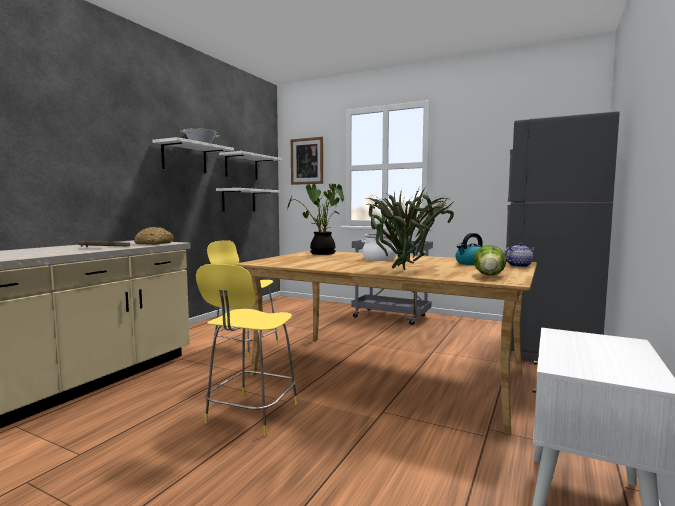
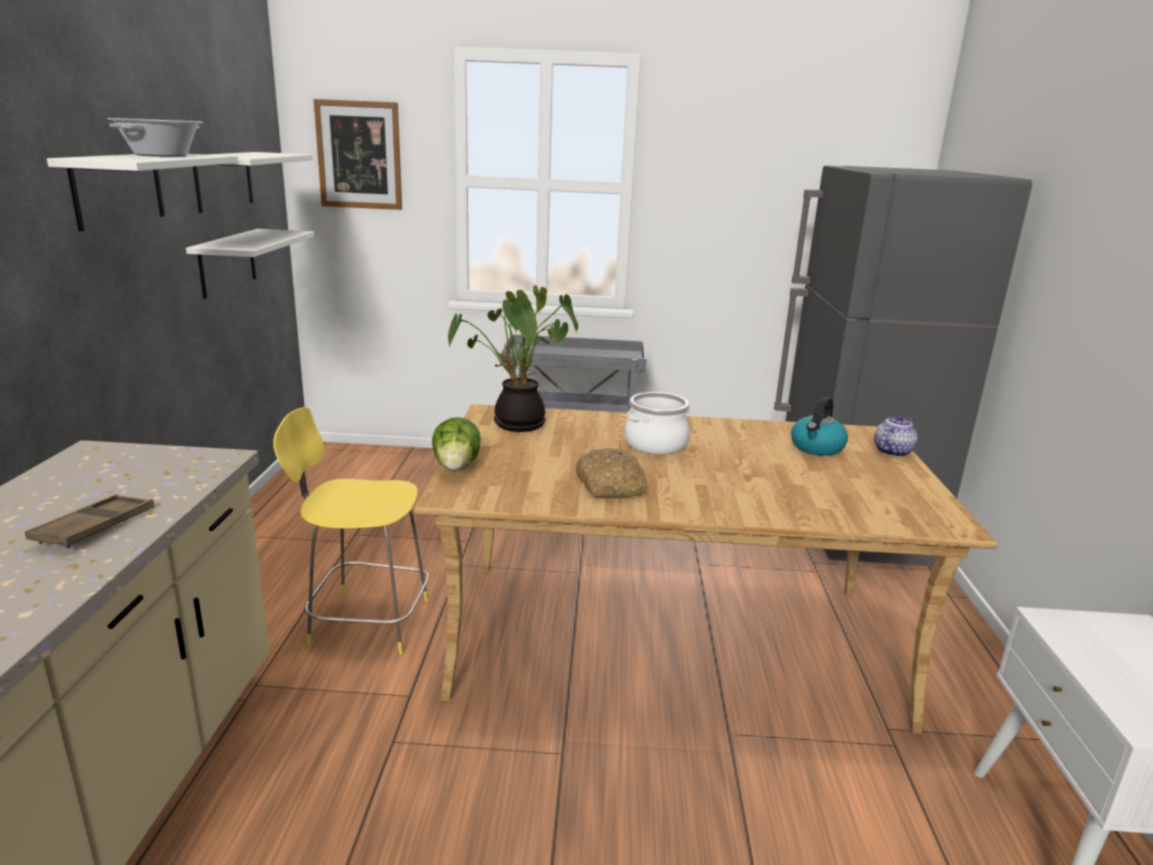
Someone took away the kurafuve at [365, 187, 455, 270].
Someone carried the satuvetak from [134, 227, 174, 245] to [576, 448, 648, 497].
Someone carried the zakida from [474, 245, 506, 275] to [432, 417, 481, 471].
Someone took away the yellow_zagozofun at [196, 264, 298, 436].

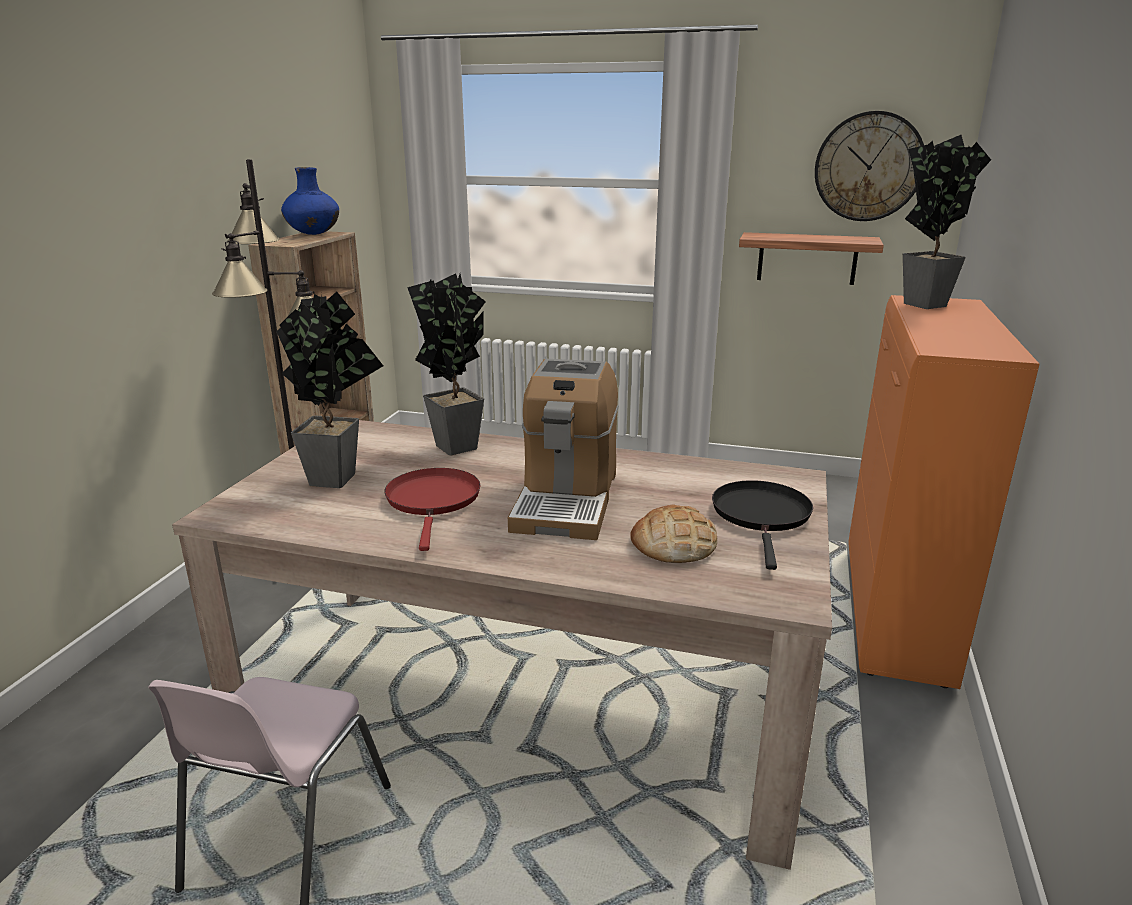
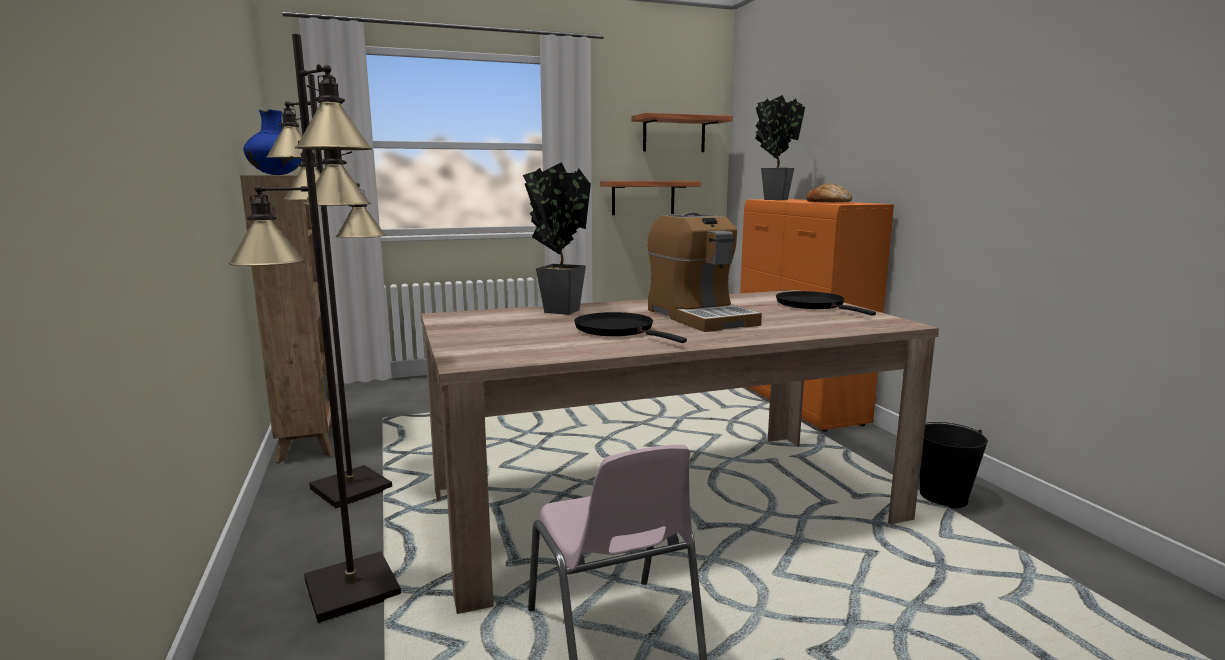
Someone swapped the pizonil at [815, 111, 924, 221] for the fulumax at [632, 113, 733, 152].
Someone took away the kurafuve at [276, 291, 383, 488].
Someone repainted the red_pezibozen at [384, 468, 481, 551], which became the black_pezibozen at [574, 312, 687, 343].
Someone carried the satuvetak from [630, 504, 717, 563] to [806, 183, 852, 202].
Someone put down the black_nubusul at [228, 34, 401, 623].
Someone put down the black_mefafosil at [919, 422, 988, 508].

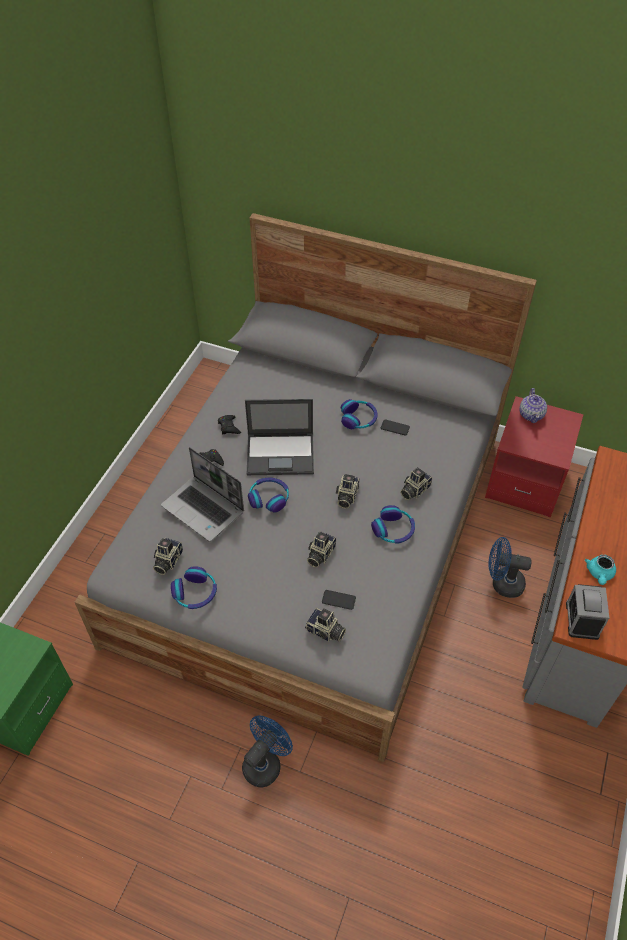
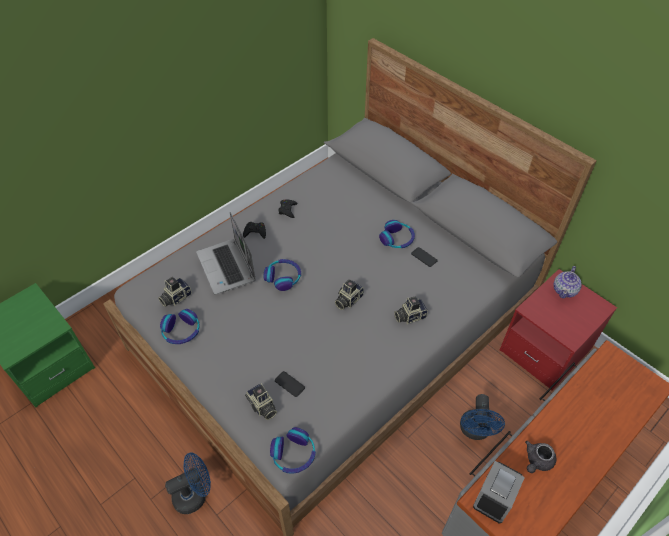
Someone took away the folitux at [245, 399, 314, 475].
Someone carried the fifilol from [371, 505, 415, 543] to [270, 427, 316, 474].
Someone took away the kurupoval at [307, 531, 336, 568].
Someone rotated the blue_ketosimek at [489, 537, 532, 598] by 120 degrees counterclockwise.
Someone repainted the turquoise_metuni at [585, 555, 616, 585], which became the grey_metuni at [525, 441, 556, 473].

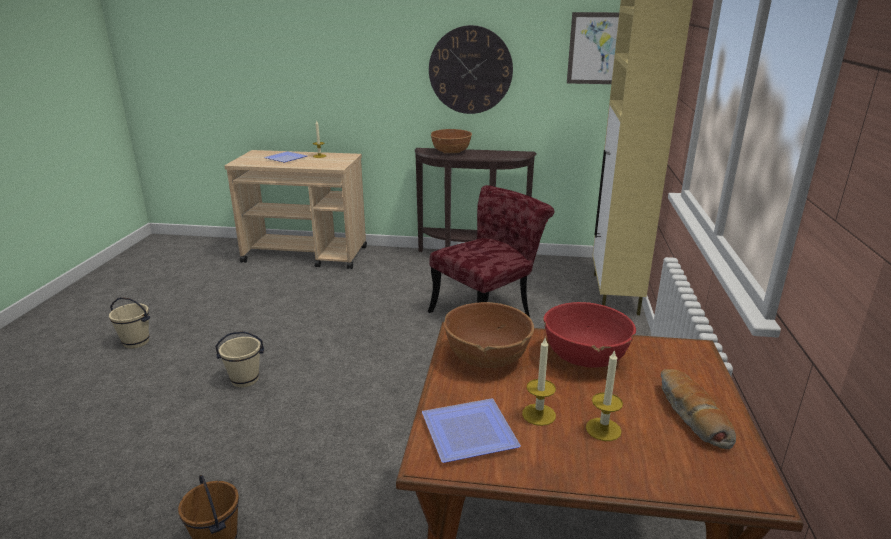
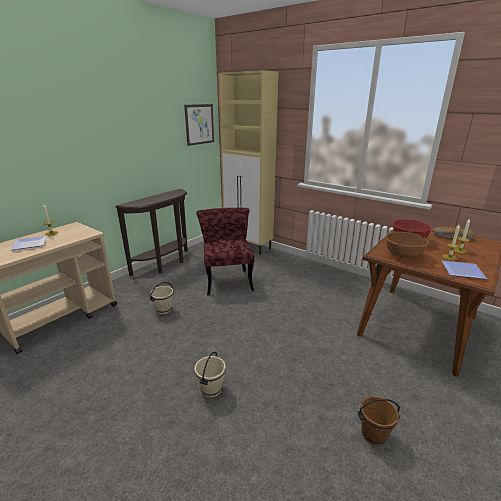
Someone took away the pizonil at [429, 25, 513, 114].
Someone took away the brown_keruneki at [431, 129, 472, 154].
Someone carried the beige_mefafosil from [109, 297, 150, 349] to [150, 282, 174, 315].

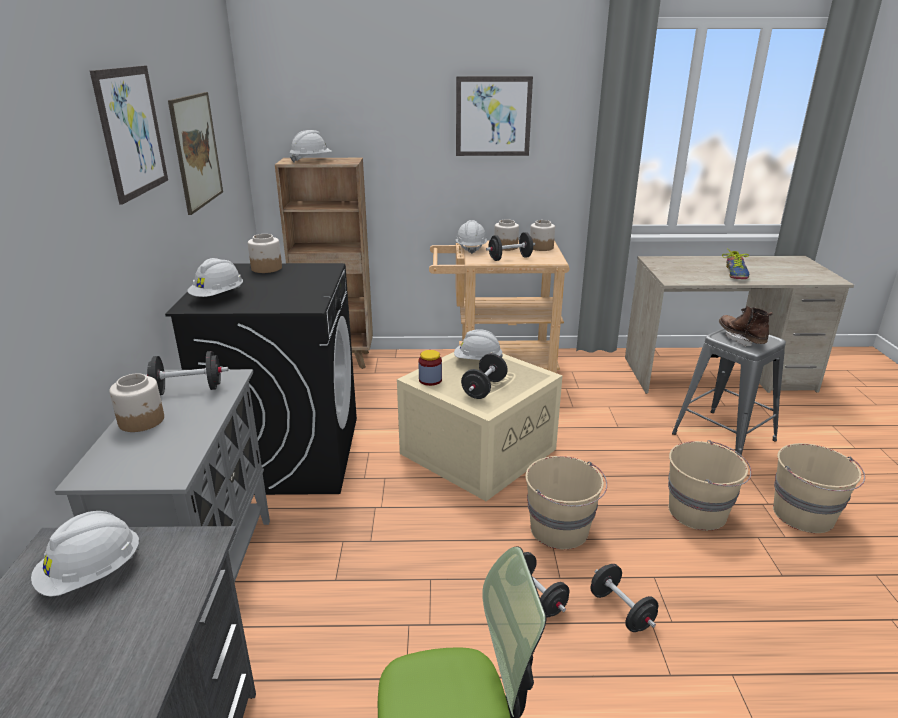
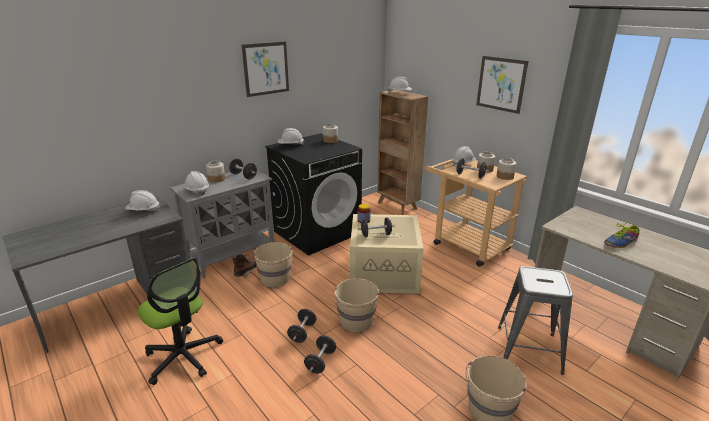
Someone took away the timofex at [168, 92, 223, 215].
Someone carried the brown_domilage from [719, 306, 773, 347] to [233, 254, 257, 278].
Someone carried the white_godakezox from [454, 329, 503, 360] to [184, 171, 209, 195].
Someone carried the beige_mefafosil from [668, 440, 751, 531] to [253, 242, 293, 288].

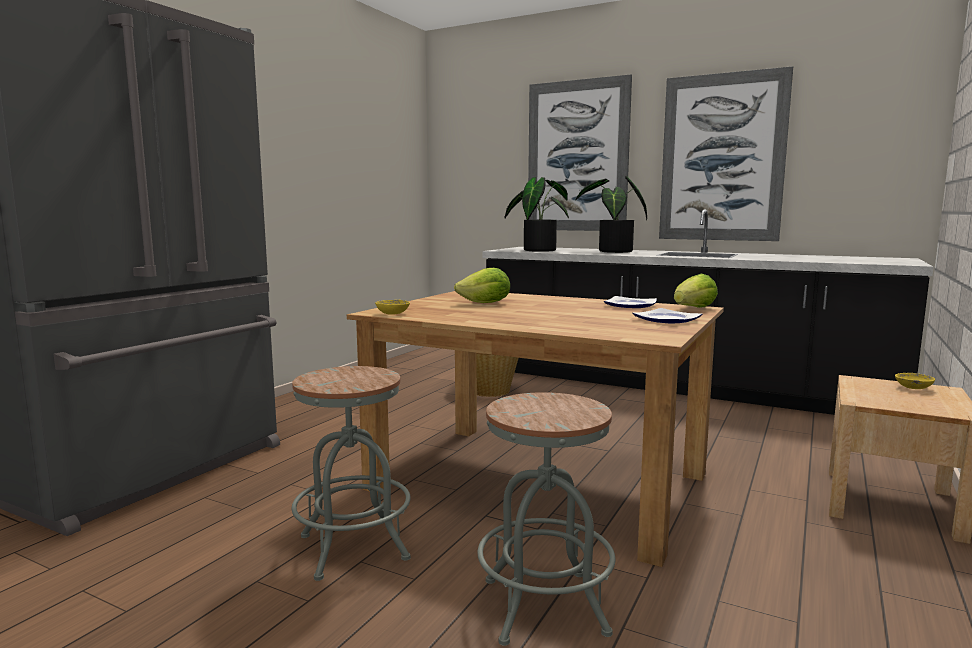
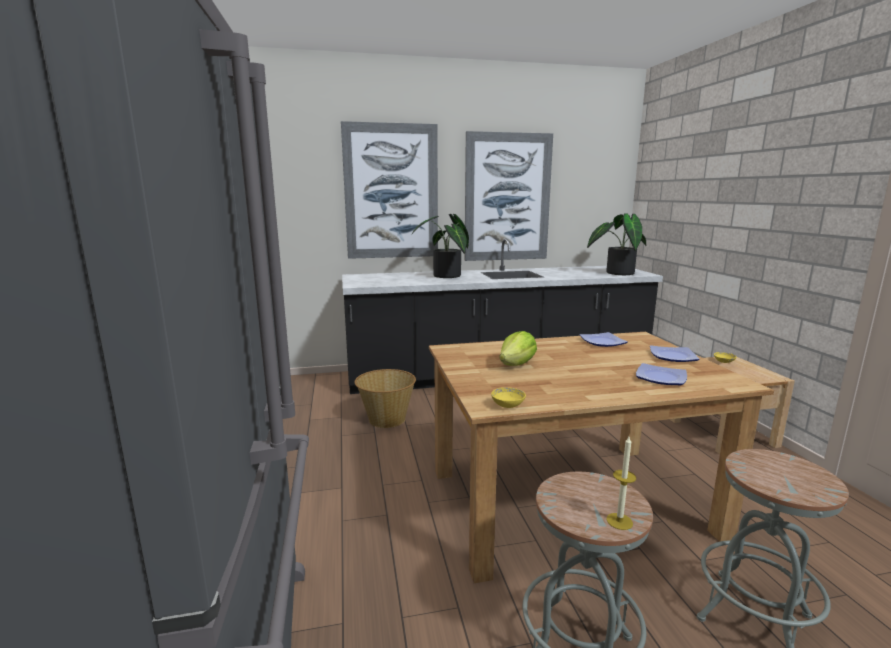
Someone carried the kurafuve from [504, 177, 569, 252] to [587, 213, 646, 275].
Someone took away the zakida at [674, 274, 718, 308].
Someone put down the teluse at [636, 363, 687, 385].
Someone put down the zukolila at [606, 437, 636, 530].

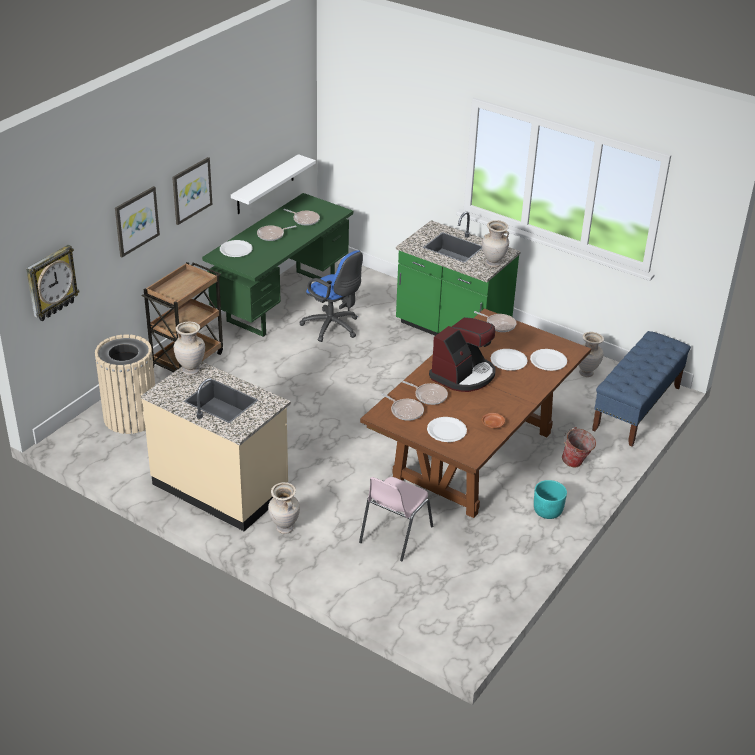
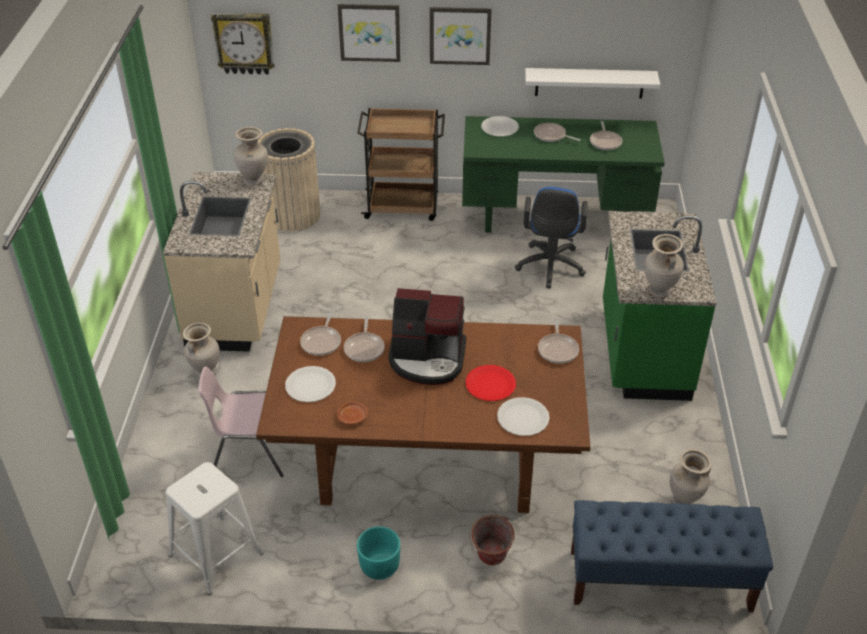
Someone repainted the white_teluse at [490, 349, 528, 371], which became the red_teluse at [466, 365, 516, 401].
Someone put down the white_zagozofun at [166, 462, 263, 595].

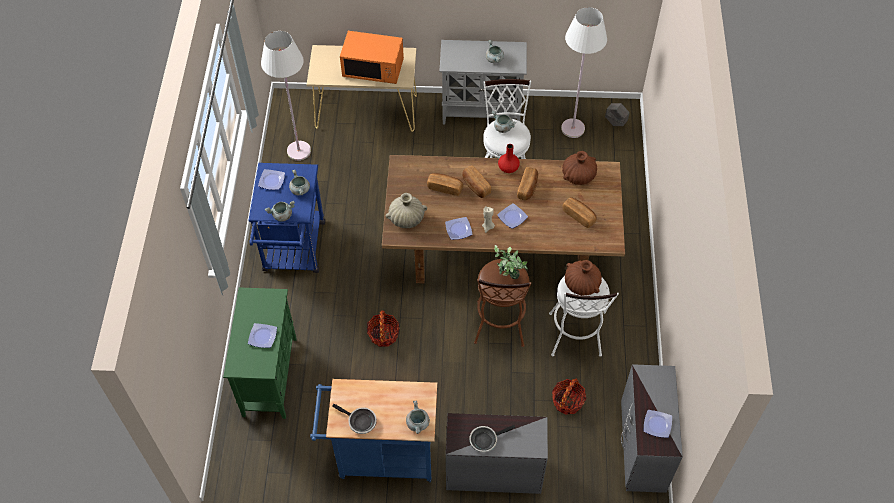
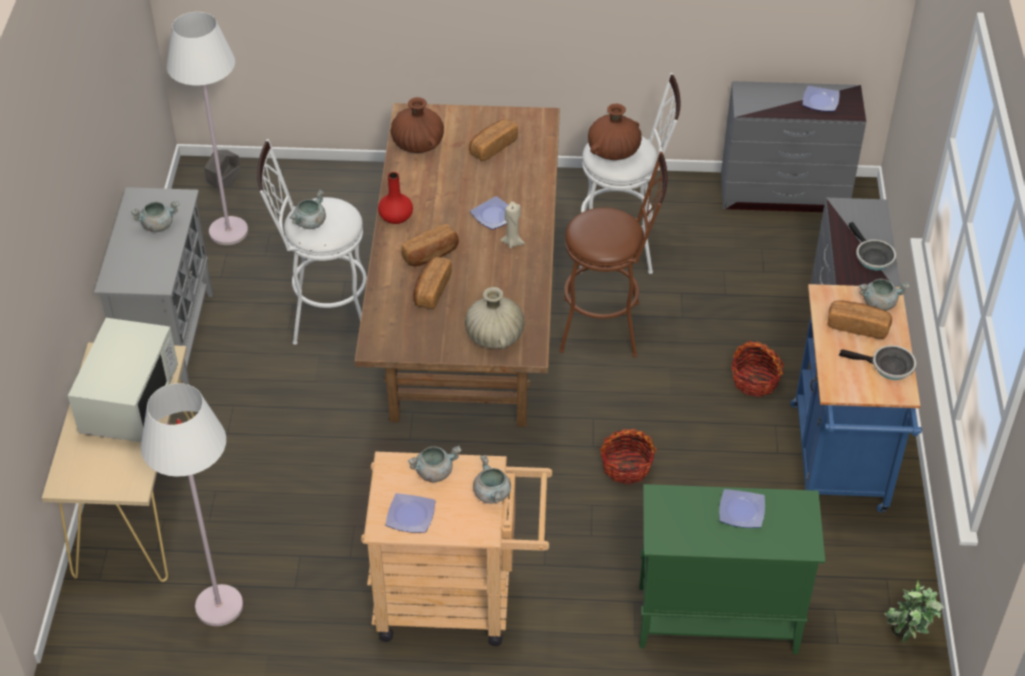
Someone repainted the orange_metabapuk at [340, 31, 404, 84], which became the white_metabapuk at [68, 318, 178, 442].
Someone repainted the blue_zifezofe at [248, 163, 325, 273], which became the beige_zifezofe at [361, 452, 552, 646].
Someone carried the satuvetak from [517, 167, 538, 200] to [828, 300, 892, 339].
Someone took away the teluse at [445, 217, 472, 240].
Someone carried the kurafuve from [494, 245, 528, 279] to [884, 580, 945, 643].
Someone carried the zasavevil from [552, 378, 586, 415] to [732, 340, 784, 397].
Someone rotated the pezibozen at [332, 404, 377, 434] by 75 degrees clockwise.

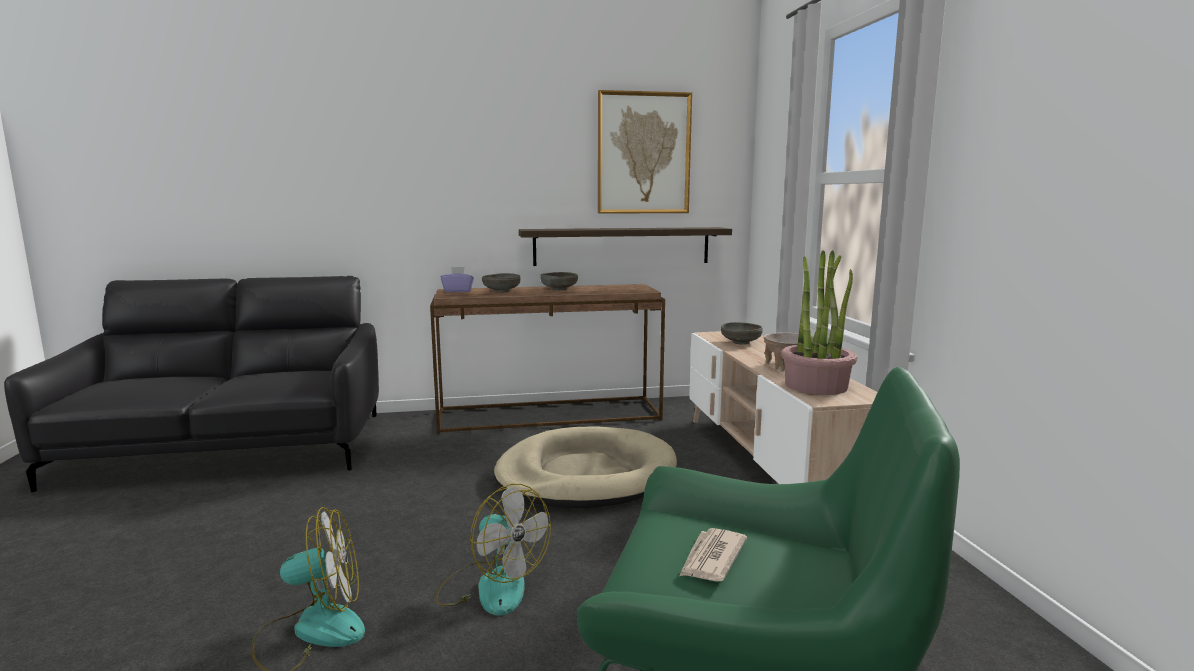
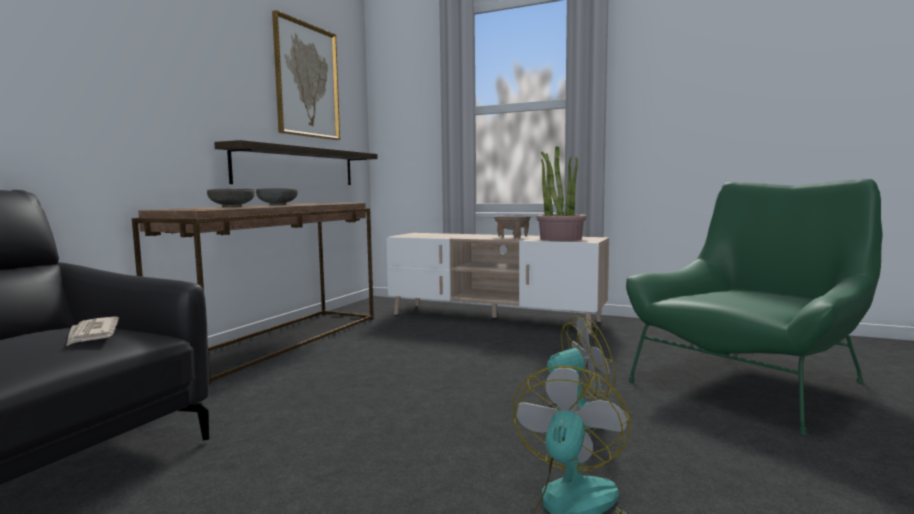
Someone took away the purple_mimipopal at [440, 267, 474, 292].
Someone took away the grey_keruneki at [721, 322, 763, 345].
Someone took away the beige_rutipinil at [494, 426, 677, 509].
Someone carried the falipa from [679, 528, 747, 582] to [67, 317, 119, 346].

